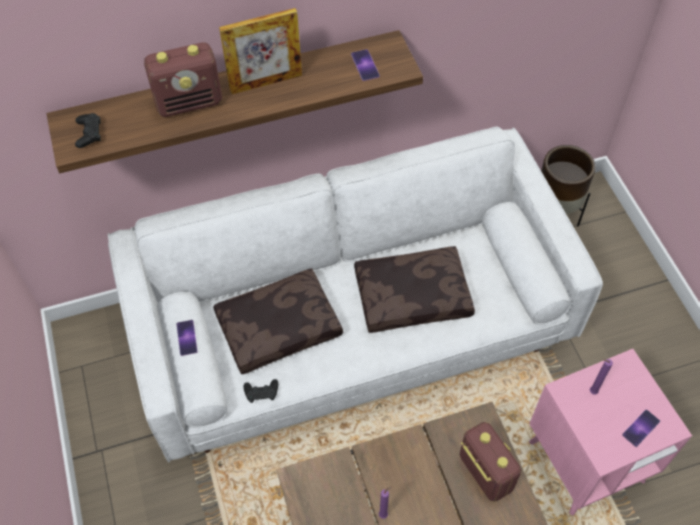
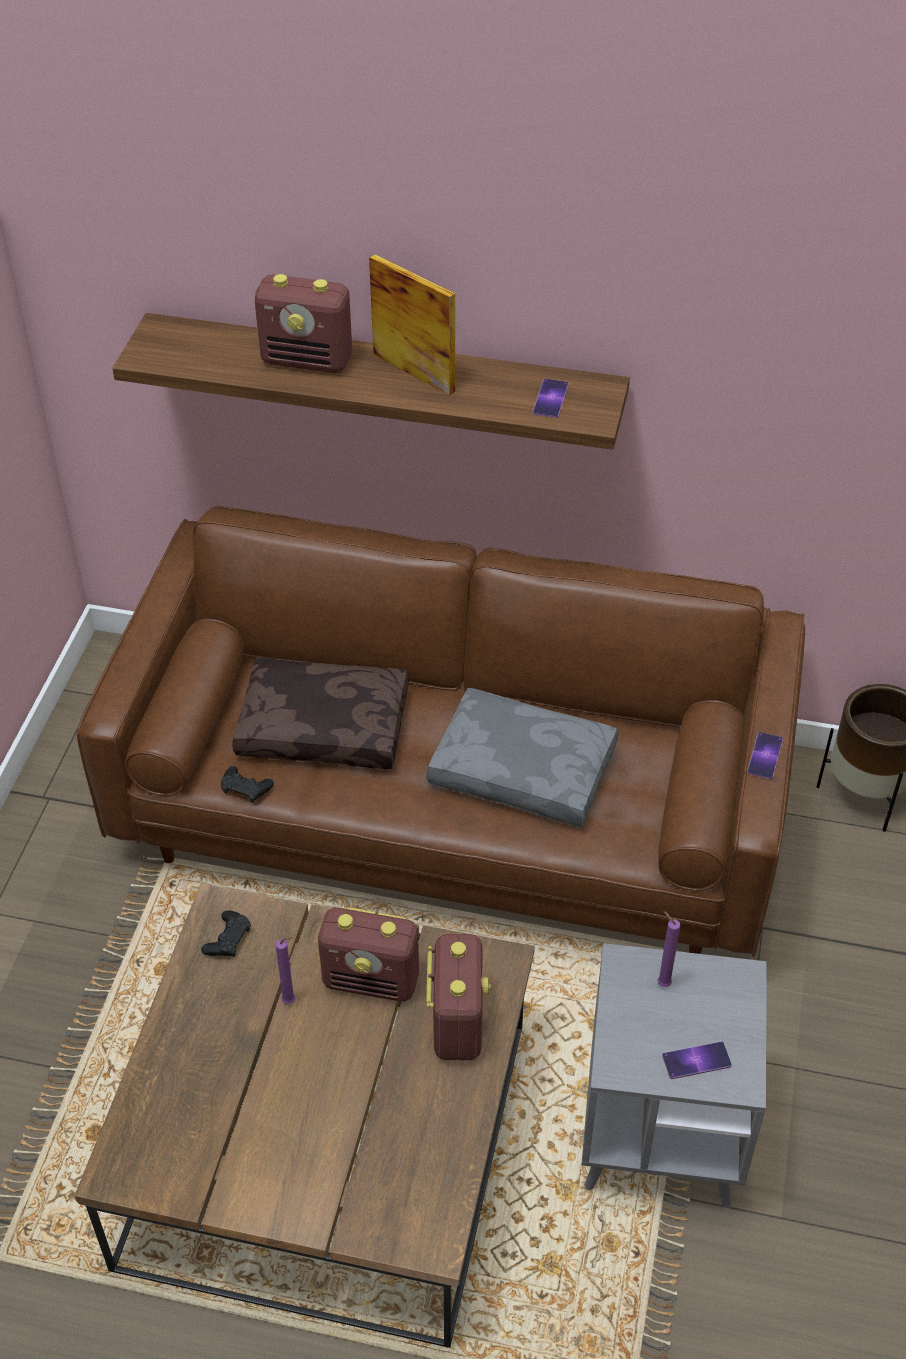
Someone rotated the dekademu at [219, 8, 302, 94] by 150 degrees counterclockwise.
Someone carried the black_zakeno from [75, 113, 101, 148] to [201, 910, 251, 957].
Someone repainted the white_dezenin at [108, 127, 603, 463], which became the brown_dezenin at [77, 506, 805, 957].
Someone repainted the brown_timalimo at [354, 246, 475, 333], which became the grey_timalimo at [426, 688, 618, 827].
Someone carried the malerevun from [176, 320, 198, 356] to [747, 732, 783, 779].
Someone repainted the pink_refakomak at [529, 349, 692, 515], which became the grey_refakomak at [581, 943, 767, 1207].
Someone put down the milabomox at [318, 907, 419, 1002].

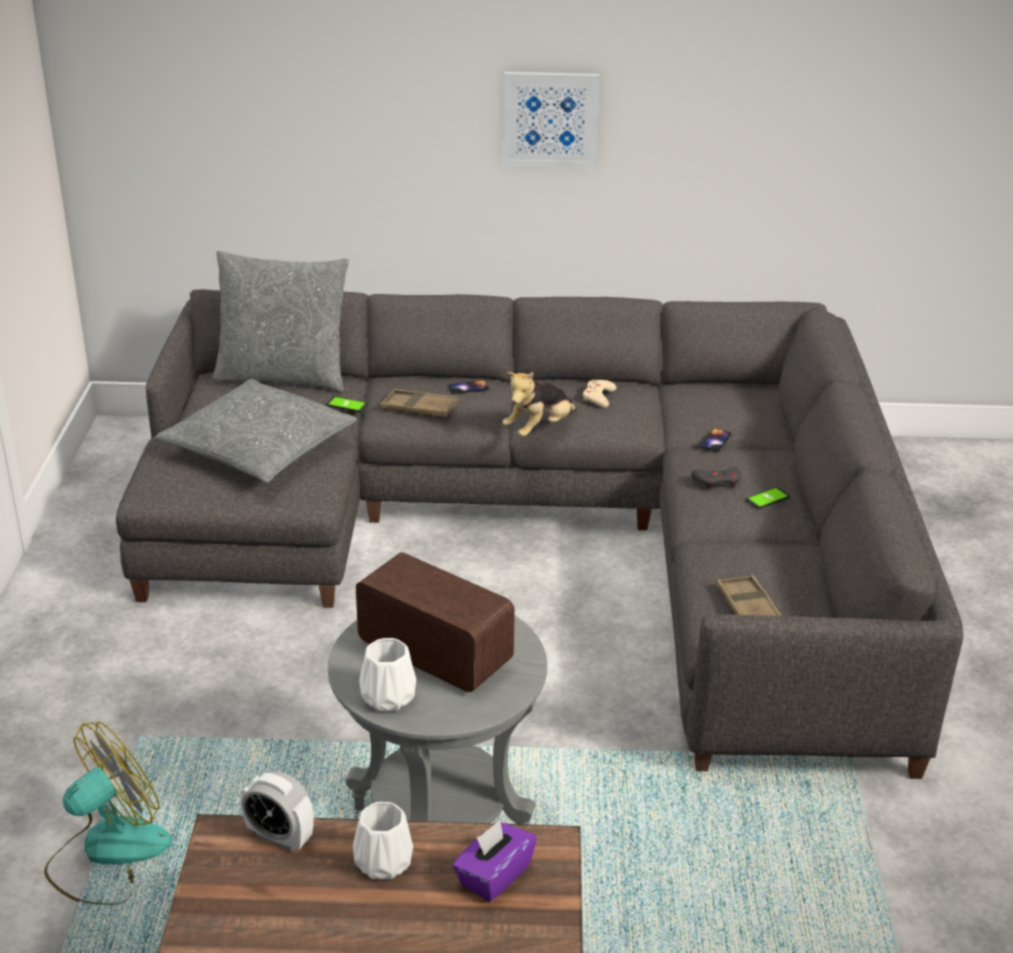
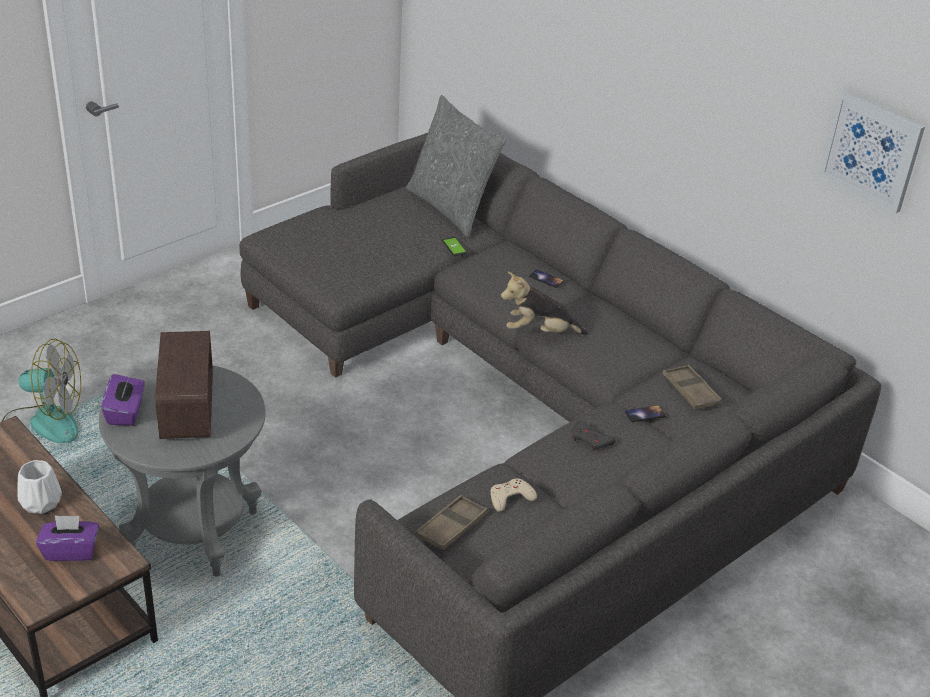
Someone carried the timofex from [503, 72, 600, 167] to [819, 90, 925, 213].
Someone took away the grey_timalimo at [155, 379, 357, 483].
Someone carried the beige_zakeno from [583, 380, 616, 408] to [490, 478, 537, 512].
Someone carried the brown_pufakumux from [380, 389, 459, 417] to [663, 365, 722, 410].
Someone took away the malerevun at [745, 487, 790, 509].
Someone swapped the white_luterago at [359, 638, 416, 711] for the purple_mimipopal at [101, 374, 145, 426].
Someone took away the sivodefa at [241, 771, 314, 852].

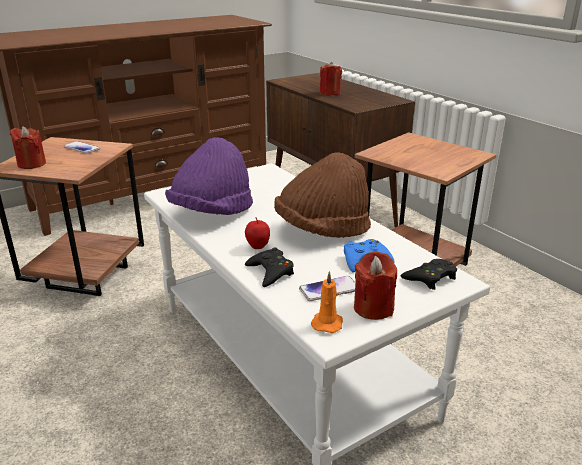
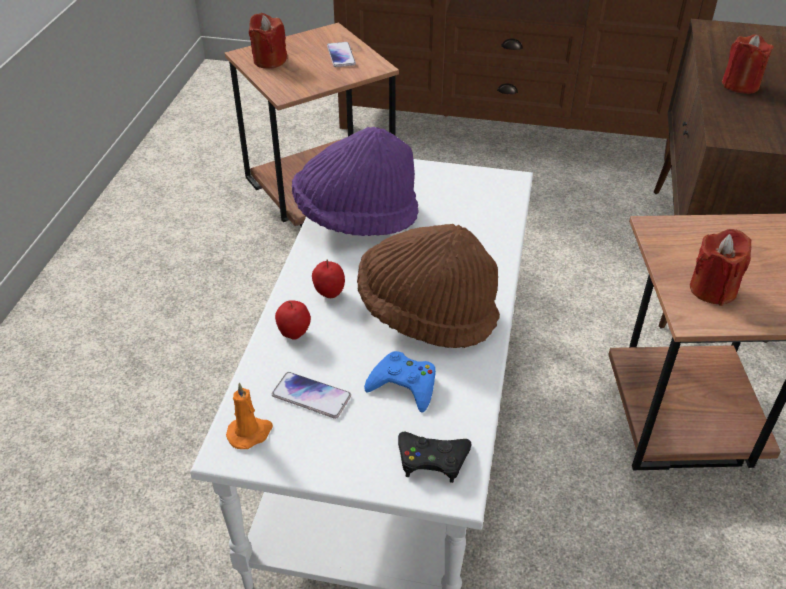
Someone swapped the black_zakeno at [245, 247, 294, 287] for the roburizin at [275, 300, 311, 340].
Someone carried the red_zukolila from [354, 251, 397, 320] to [690, 229, 752, 306].

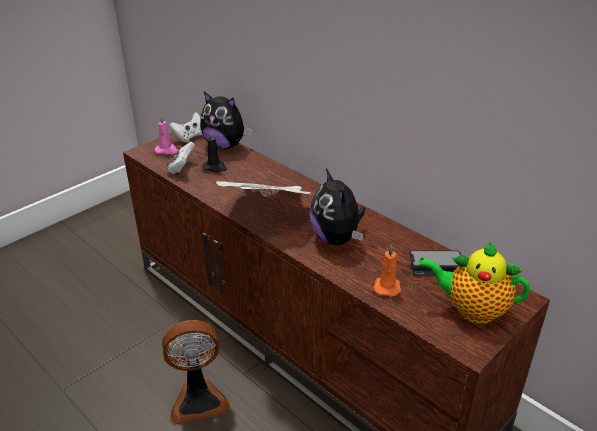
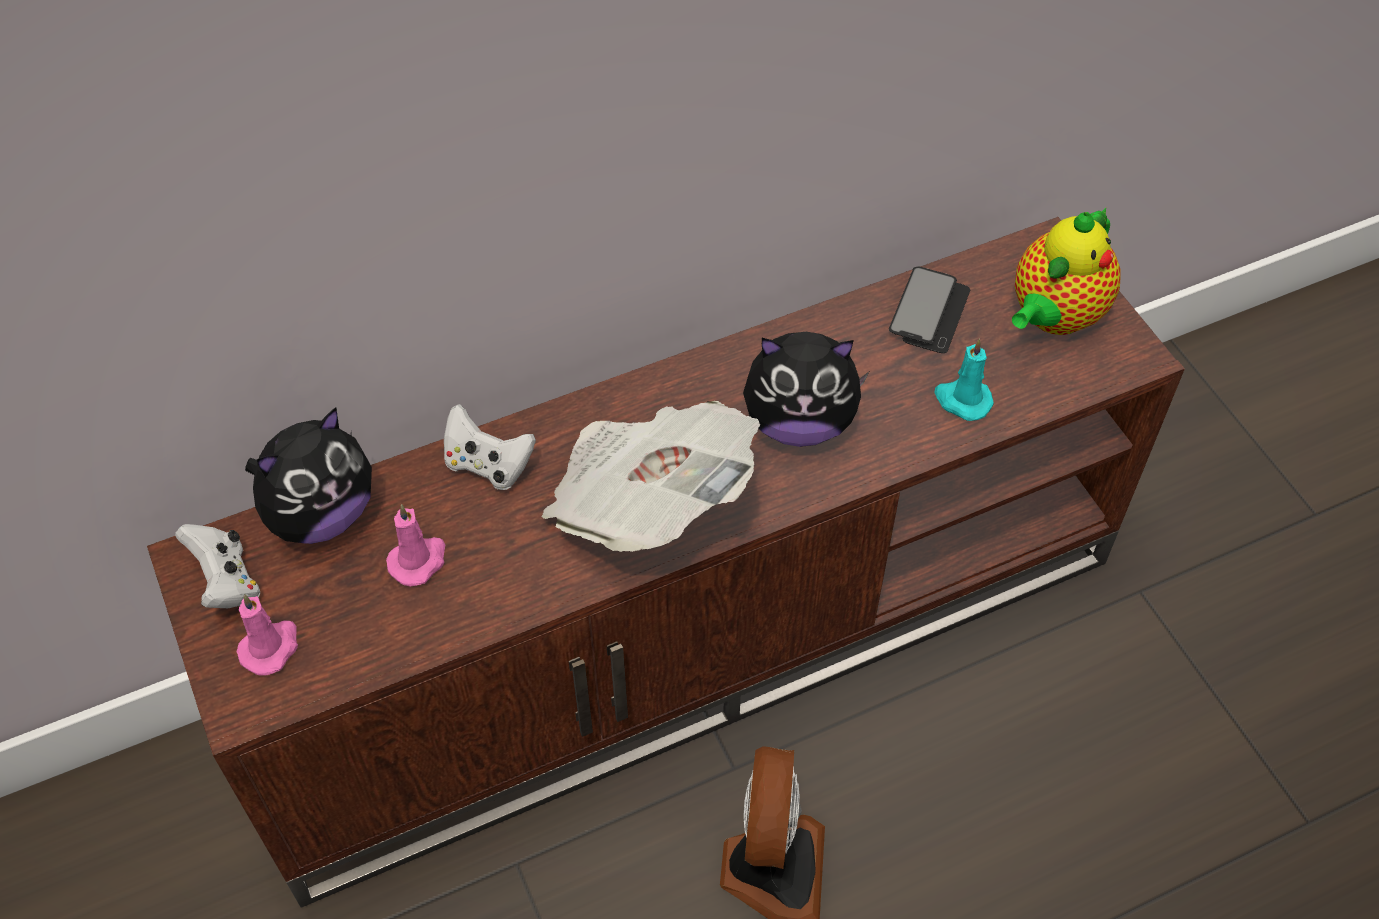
Someone repainted the black_zukolila at [202, 131, 227, 172], which became the pink_zukolila at [386, 504, 445, 586].
Someone carried the white_zakeno from [167, 142, 195, 174] to [444, 404, 536, 490].
Someone repainted the orange_zukolila at [373, 245, 401, 297], which became the turquoise_zukolila at [935, 339, 994, 421].

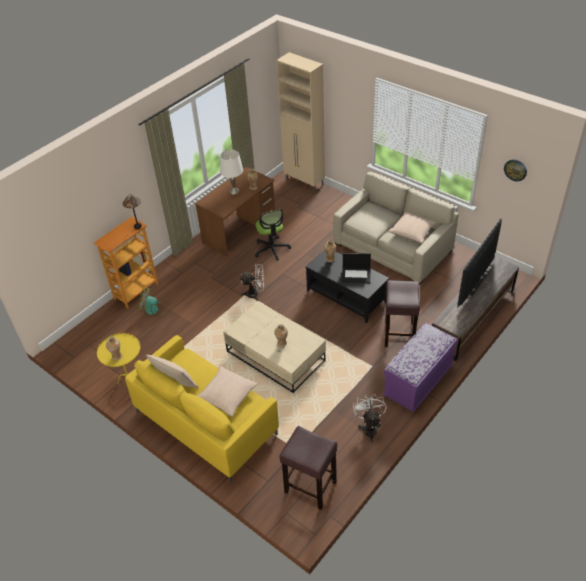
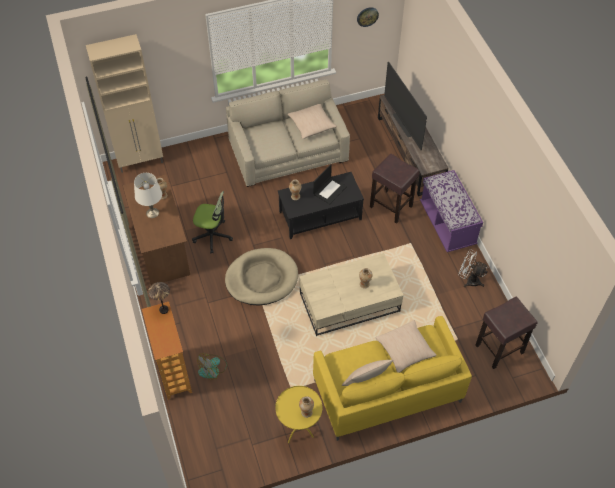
Someone swapped the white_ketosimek at [240, 264, 264, 301] for the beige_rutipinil at [225, 248, 298, 306].

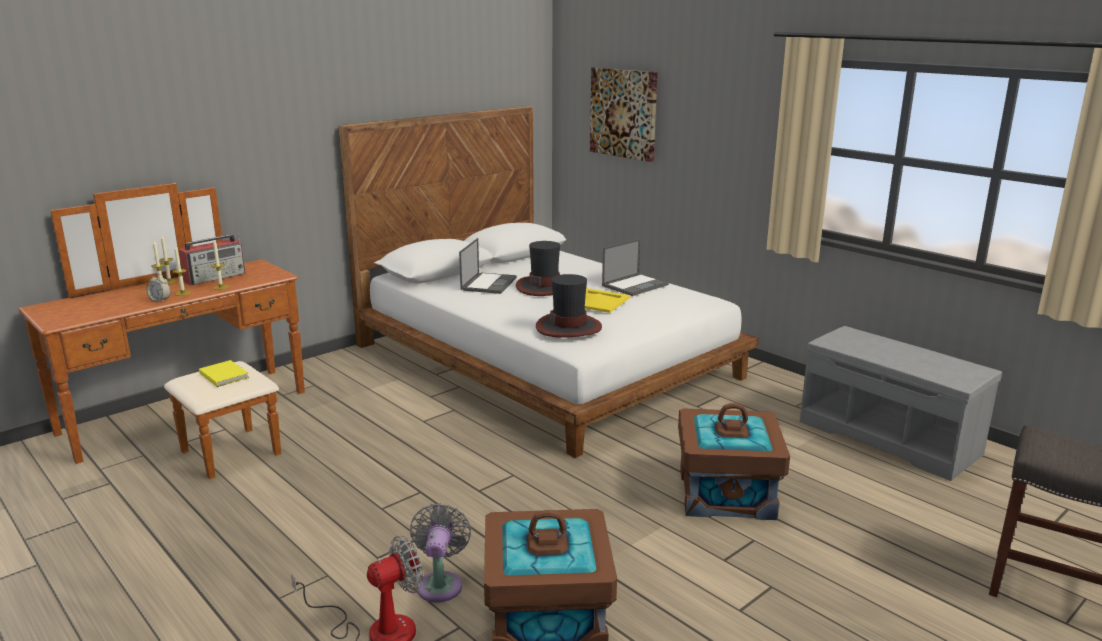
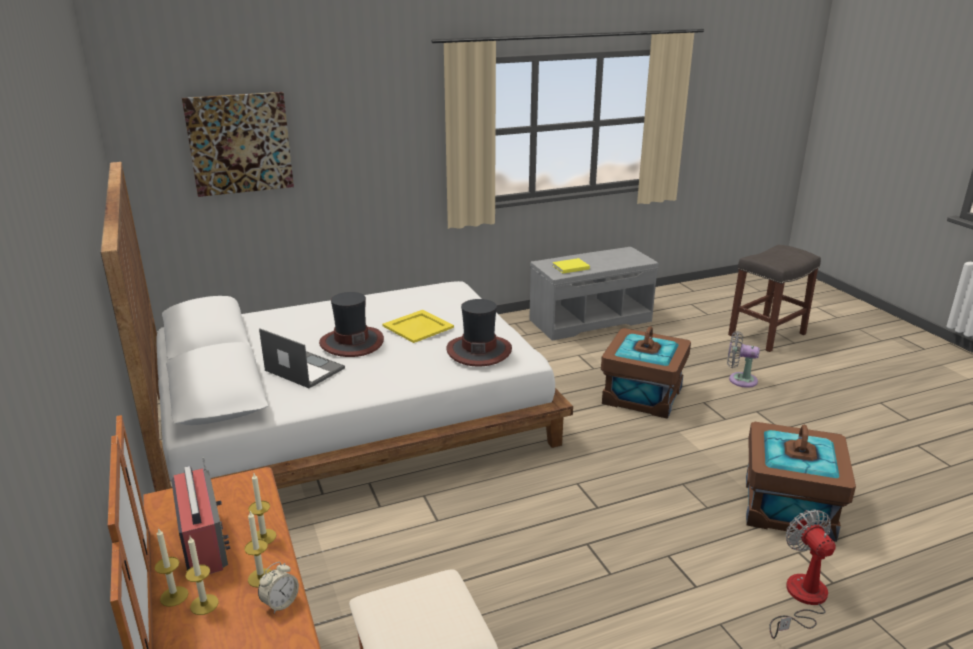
Someone took away the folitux at [602, 239, 669, 296].
Someone carried the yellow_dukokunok from [199, 360, 249, 387] to [552, 258, 590, 274].
Someone carried the grey_ketosimek from [410, 503, 471, 602] to [727, 331, 760, 388].

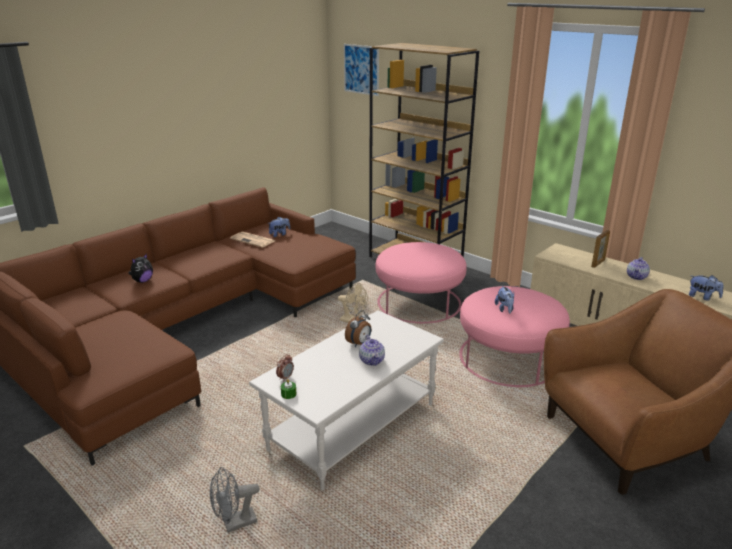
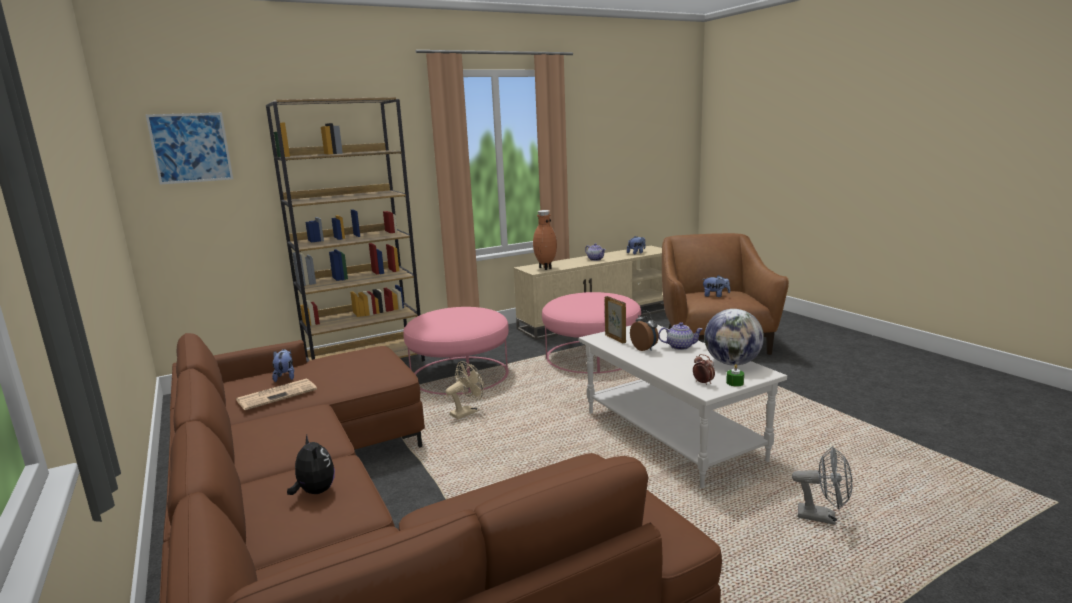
Someone carried the dekademu from [591, 230, 610, 268] to [605, 296, 626, 343].
Someone carried the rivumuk from [495, 285, 514, 313] to [702, 275, 730, 297].
Someone rotated the grey_ketosimek at [210, 467, 259, 533] by 60 degrees counterclockwise.
Someone put down the brown_luterago at [533, 210, 557, 270].
Someone put down the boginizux at [704, 309, 764, 366].

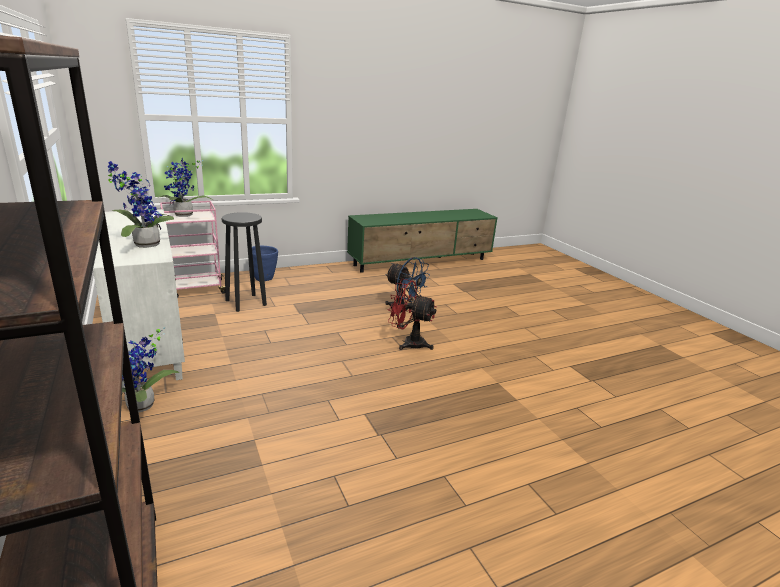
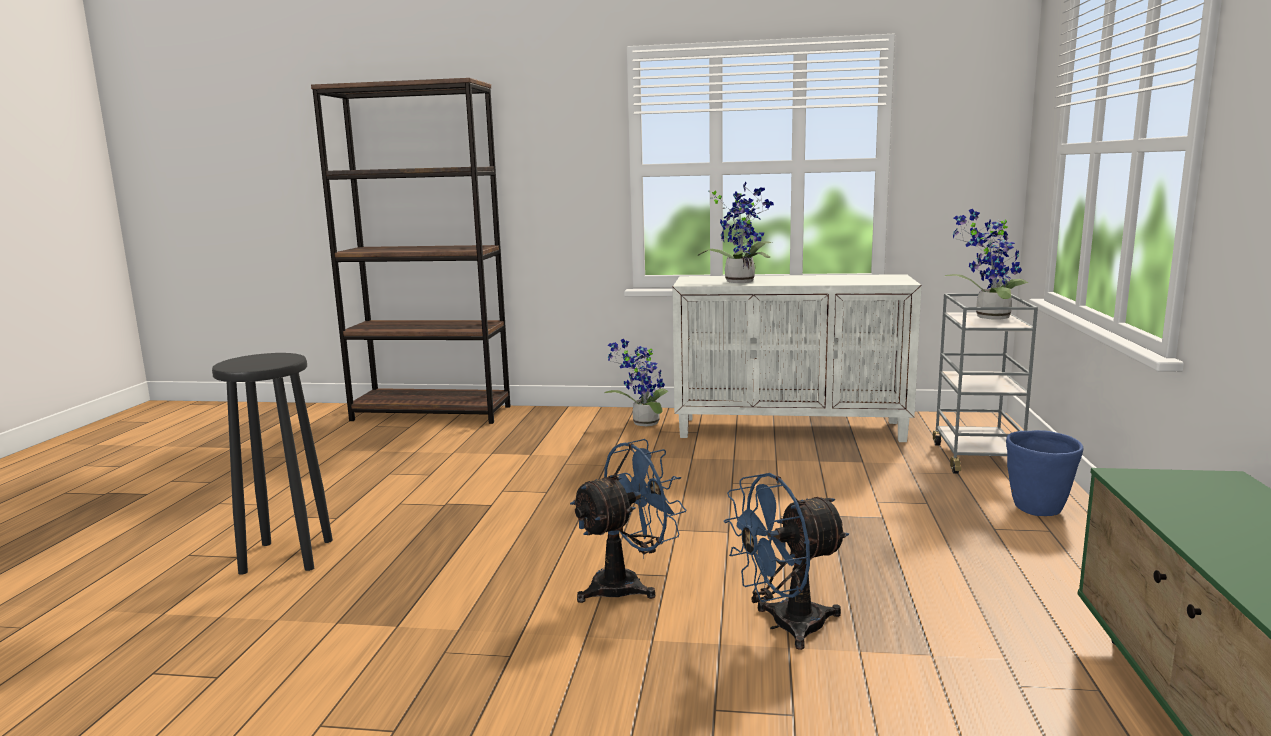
Someone repainted the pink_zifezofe at [160, 201, 225, 298], which became the grey_zifezofe at [933, 293, 1038, 474].
Someone carried the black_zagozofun from [222, 212, 267, 312] to [212, 353, 333, 575].
Someone repainted the red_ketosimek at [387, 279, 436, 350], which became the blue_ketosimek at [570, 439, 686, 603].

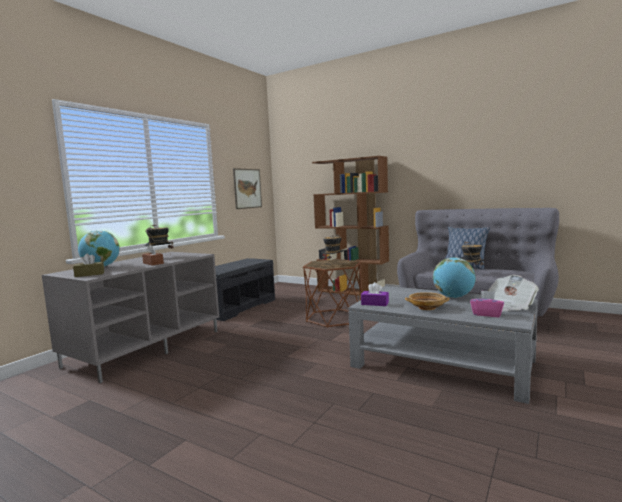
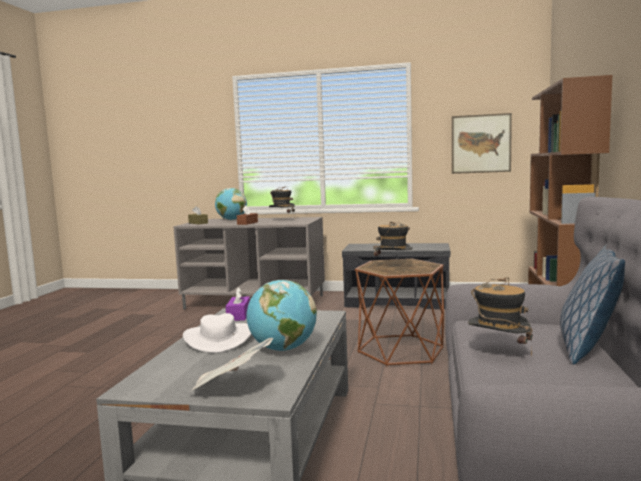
Someone took away the pink_mimipopal at [470, 290, 504, 317].
Someone swapped the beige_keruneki at [405, 292, 450, 310] for the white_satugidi at [183, 313, 251, 353].

